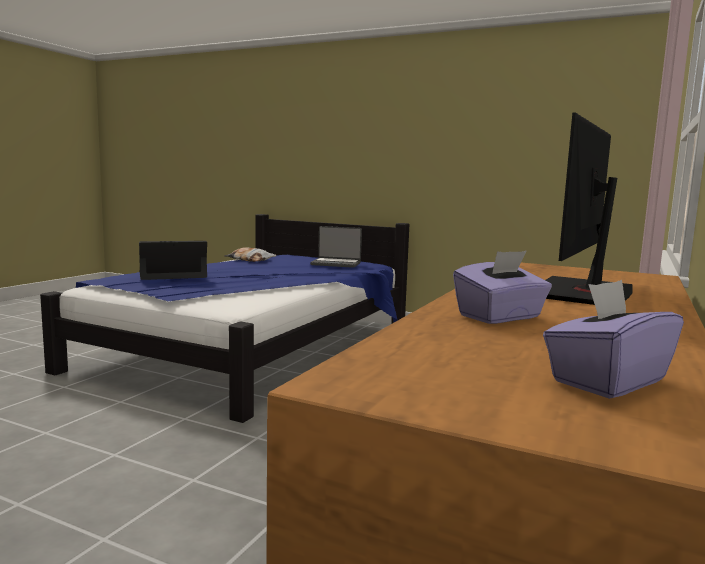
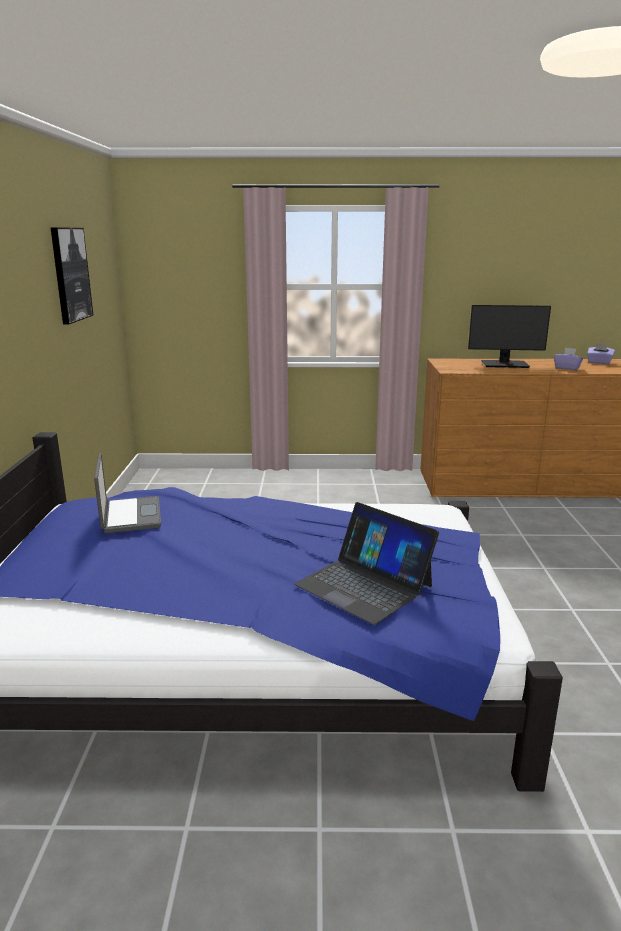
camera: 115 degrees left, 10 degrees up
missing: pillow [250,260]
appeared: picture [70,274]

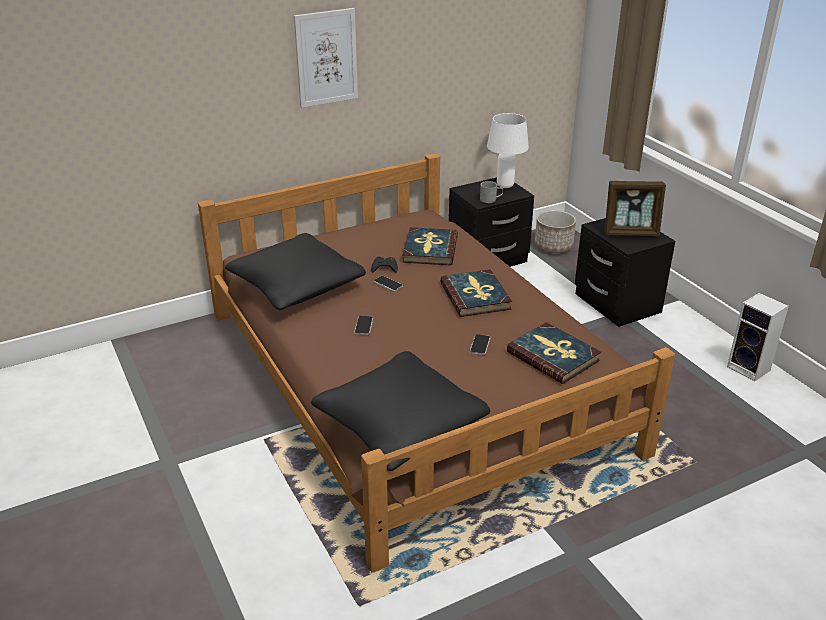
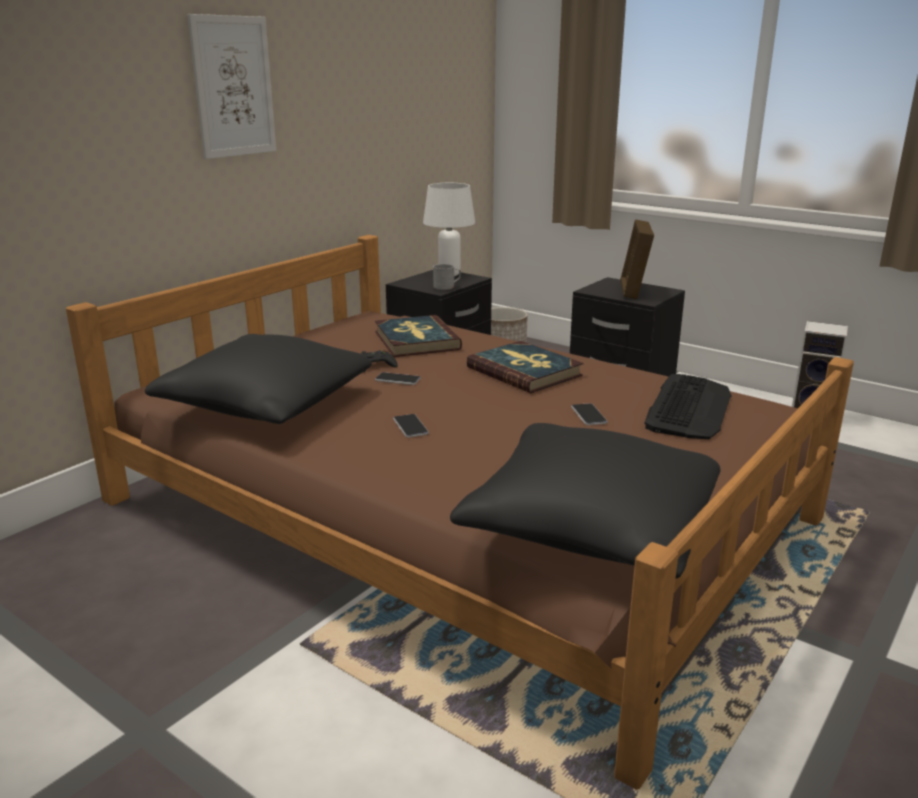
camera: 25 degrees left, 10 degrees down
exchanged: book [553,356] to keyboard [689,408]
spun: picture frame [631,233] = [633,290] 120 degrees clockwise

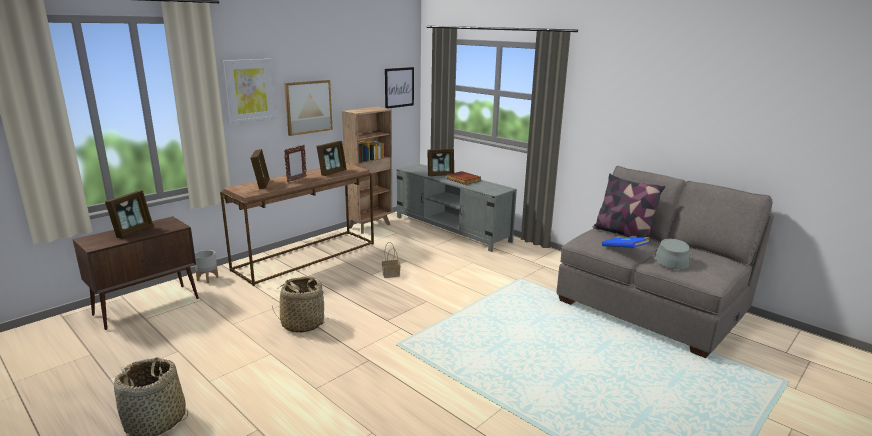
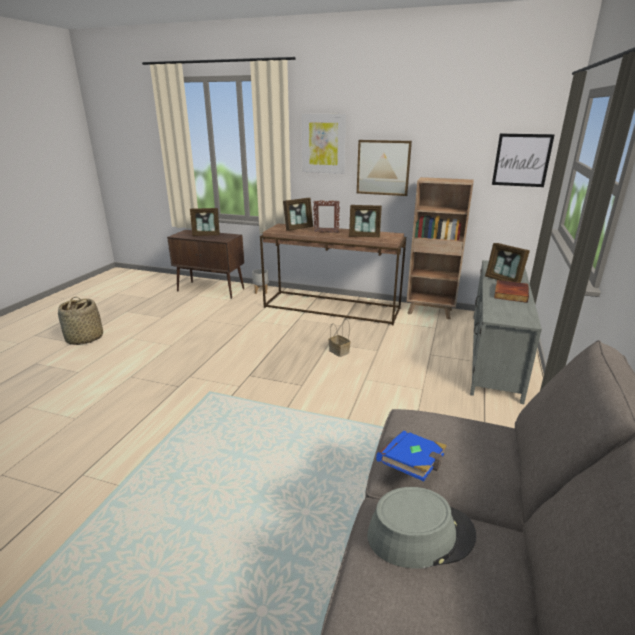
camera: 65 degrees right, 5 degrees up
missing: basket [302,323]; pillow [623,233]

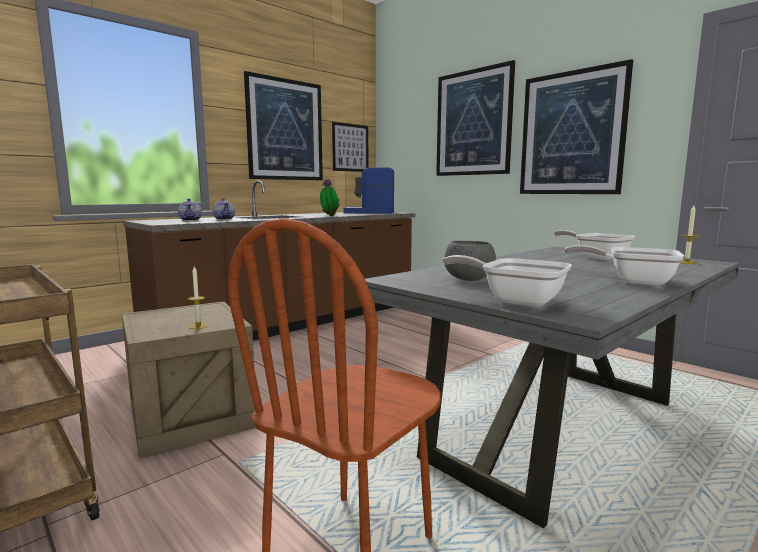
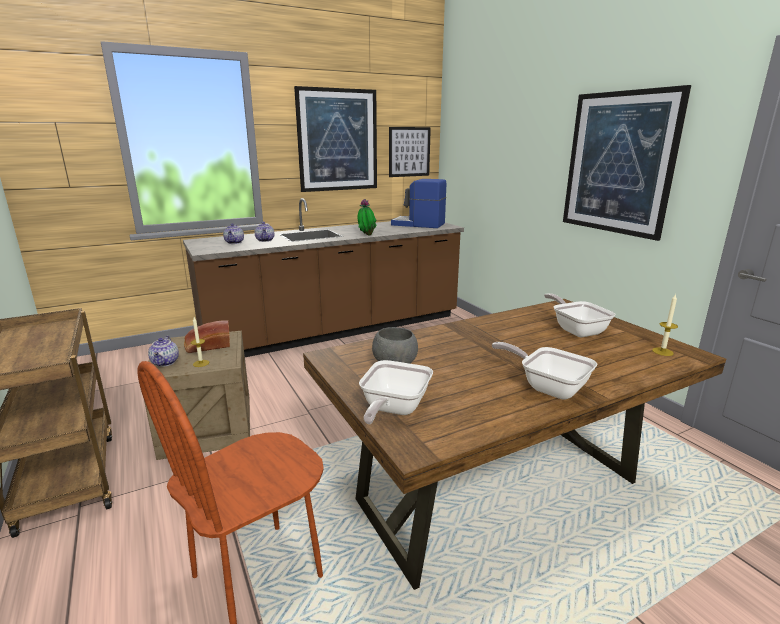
camera: 15 degrees right, 10 degrees up
missing: picture [473,123]
appeared: teapot [166,362]; bread [207,347]
colour: dining table (grey) [556,428] to dining table (brown) [499,490]
spun: frying pan [515,300] = [393,409] 120 degrees counterclockwise

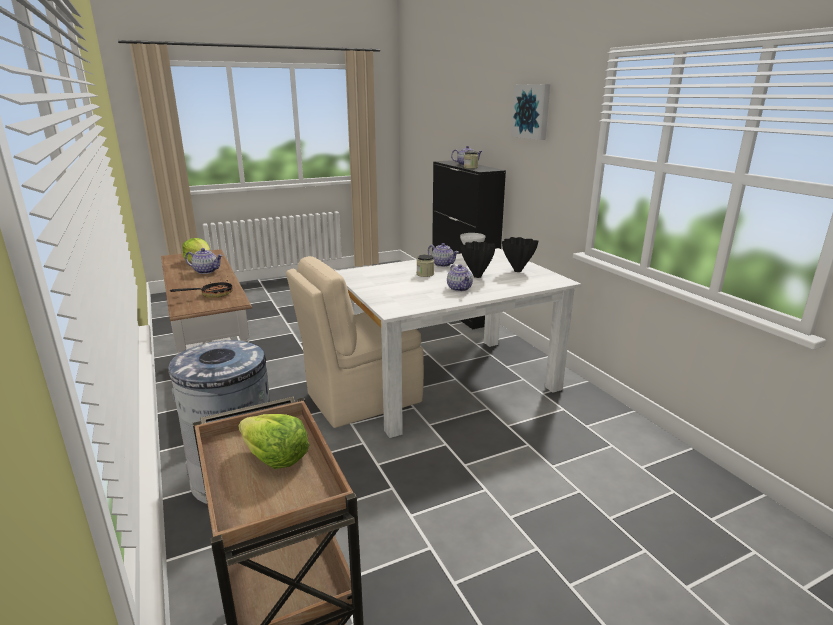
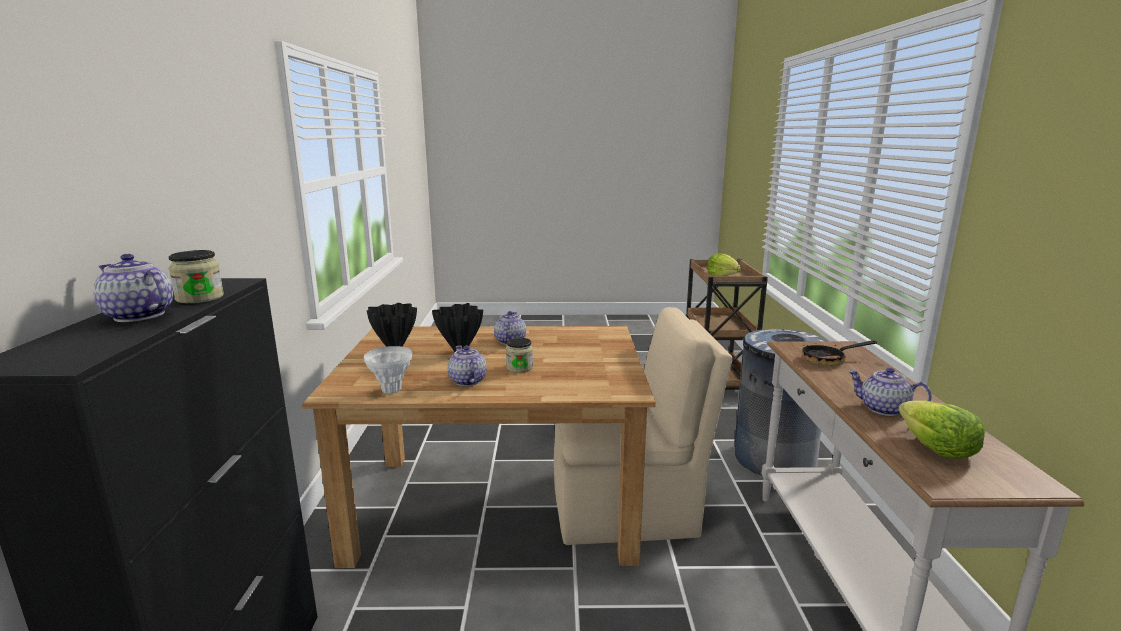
camera: 155 degrees left, 5 degrees down
missing: picture [532,111]
colour: dining table (white) [449,380] to dining table (brown) [495,505]

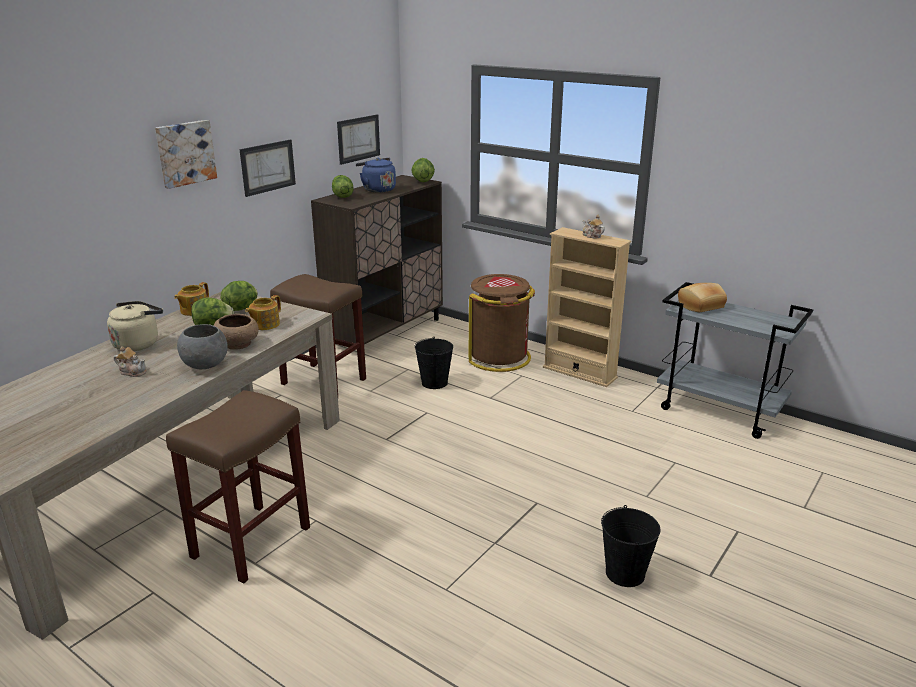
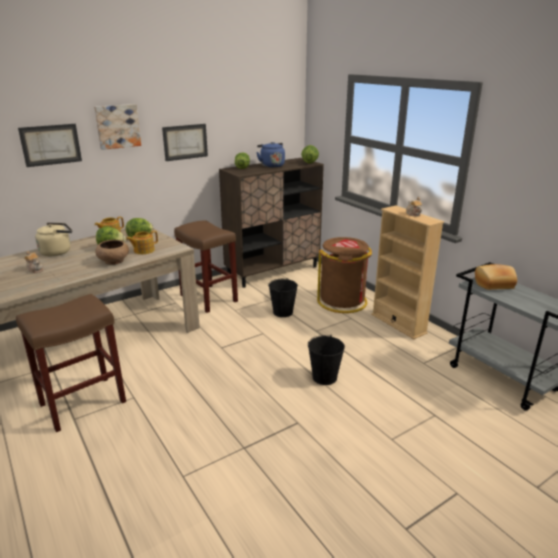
camera: 20 degrees right, 0 degrees up
missing: bowl (grey) [205,365]
relocated: picture [358,139] to [51,145]; bucket (black) [625,573] to [325,377]

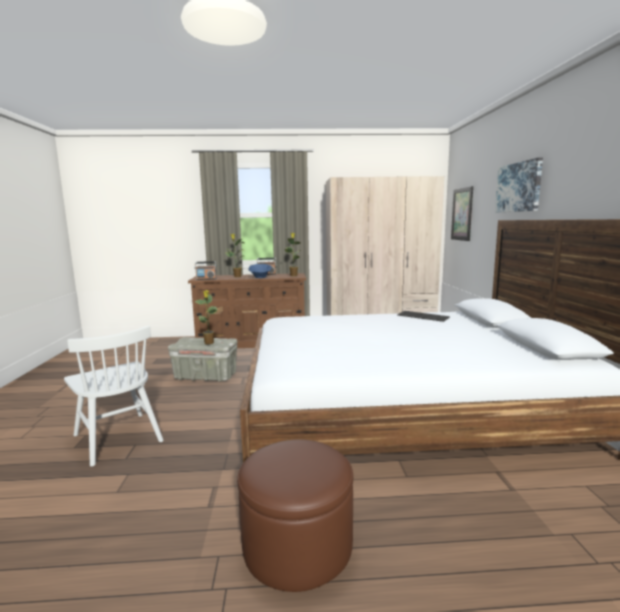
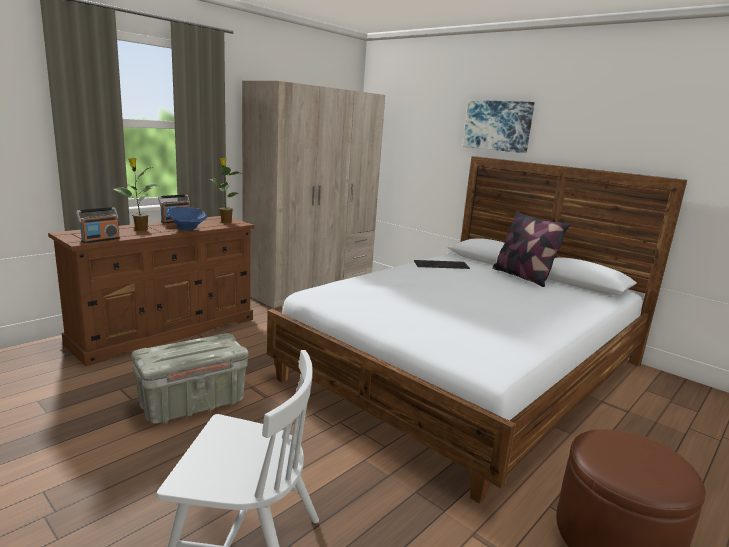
camera: 45 degrees left, 5 degrees up
missing: potted plant [209,343]; picture [462,214]
appeared: pillow [522,276]

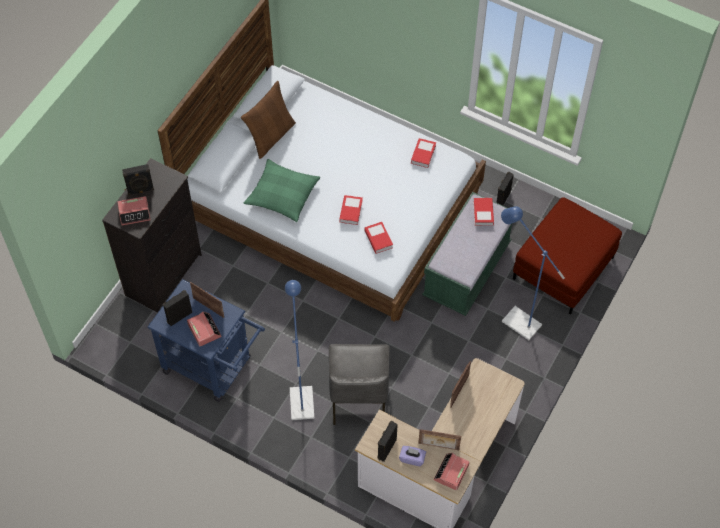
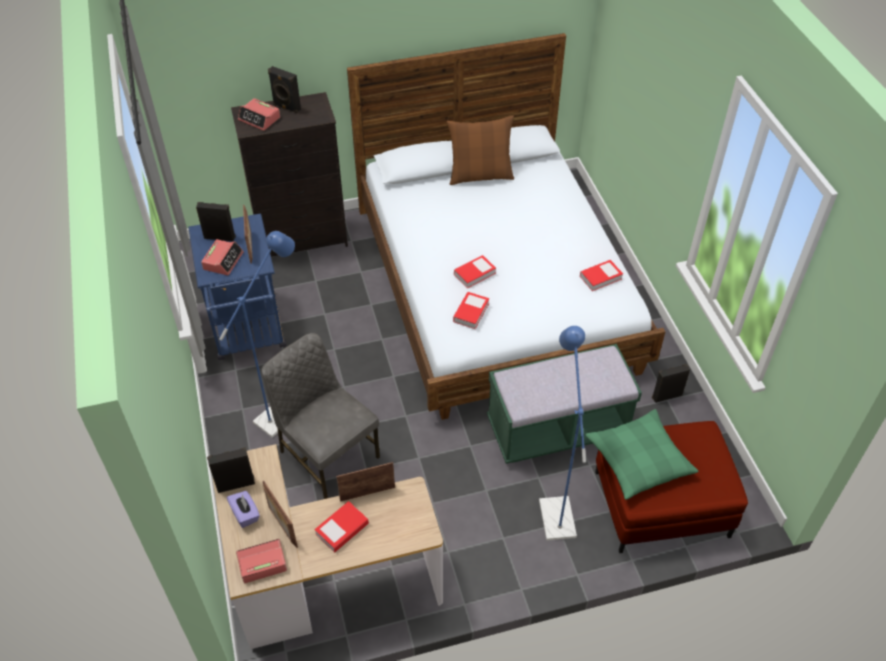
camera: 45 degrees right, 10 degrees down
relocated: pillow (green) [282,195] to [639,460]; book [483,213] to [342,529]
spun: chair (grey) [358,398] = [327,454] 90 degrees clockwise

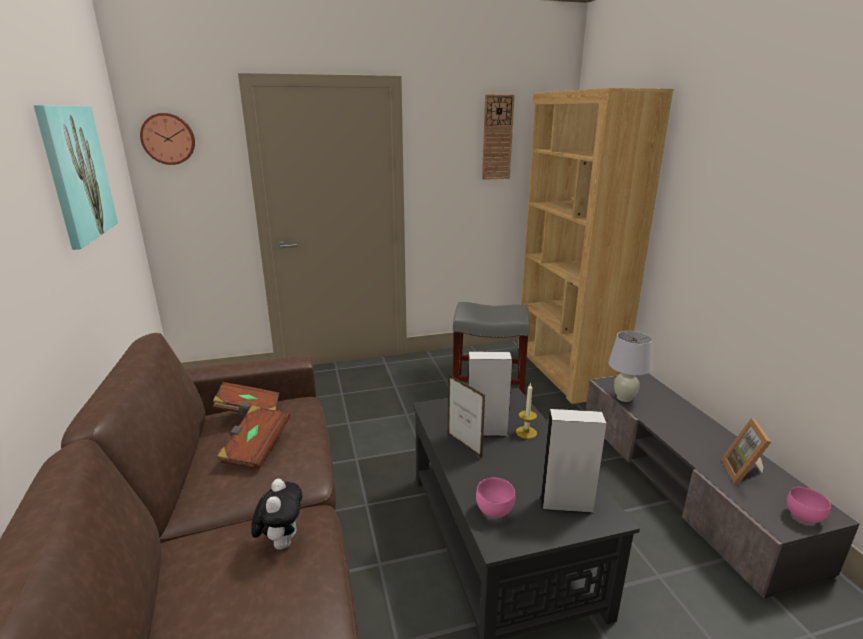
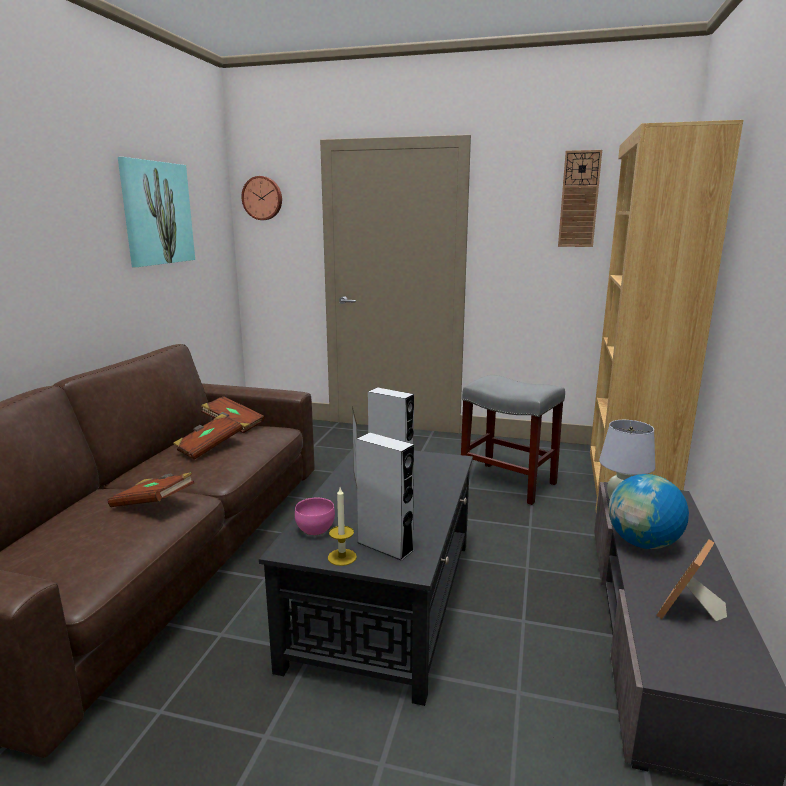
camera: 30 degrees right, 5 degrees down
missing: bowl (pink) [802,516]
appeared: globe [643,543]
relocated: candle [526,432] to [342,557]
exchanged: plush toy [281,541] to book (brown) [154,504]

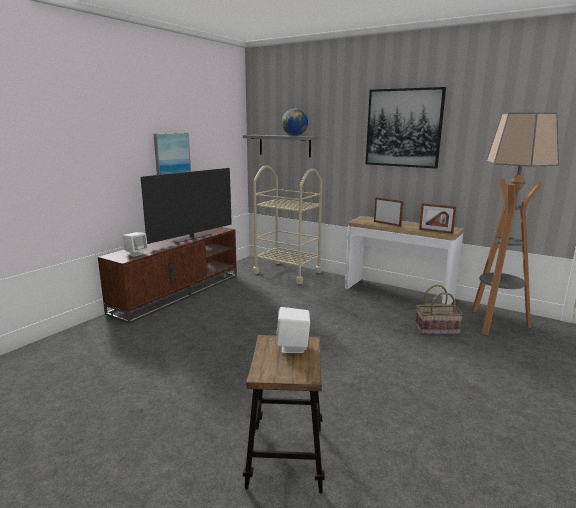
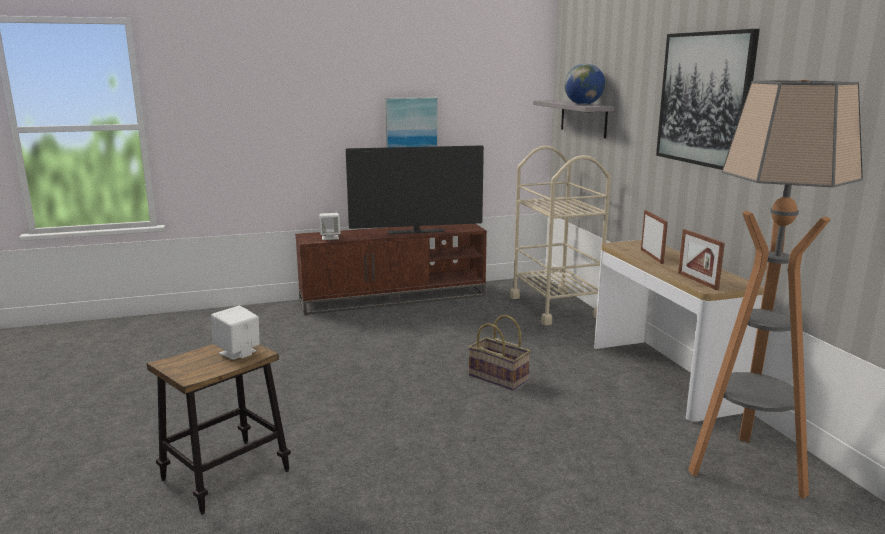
camera: 40 degrees right, 0 degrees up
relocated: basket [436,329] to [499,377]

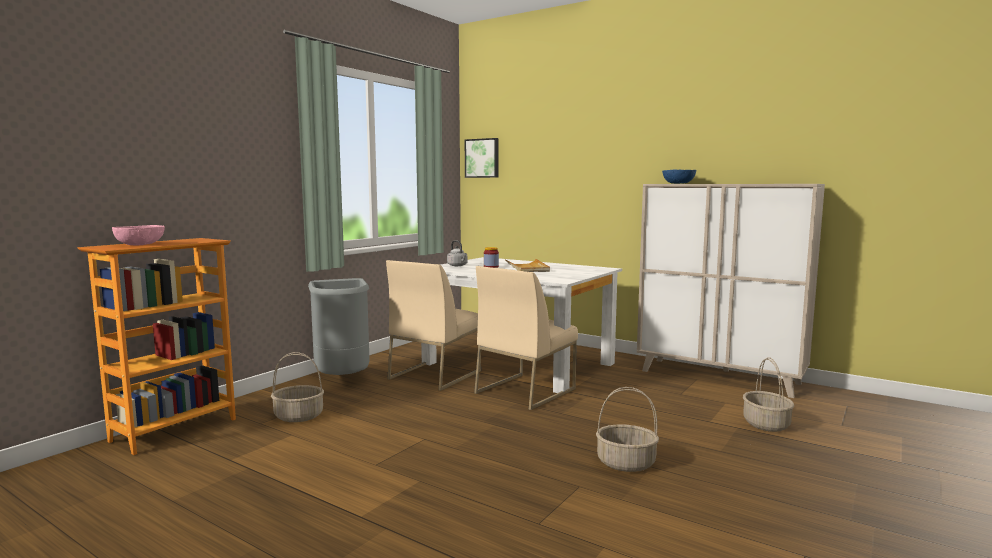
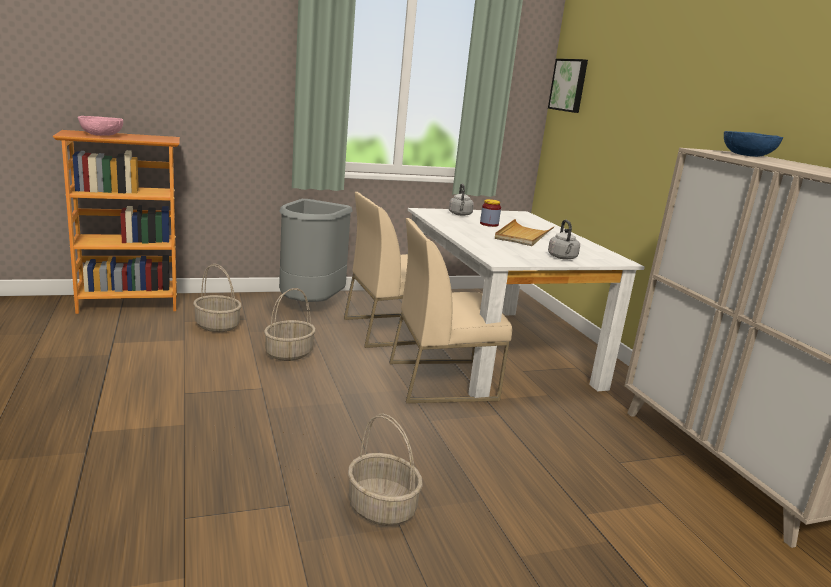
camera: 35 degrees right, 10 degrees up
appeared: kettle (grey) [562,258]
relocated: basket [766,424] to [289,354]

